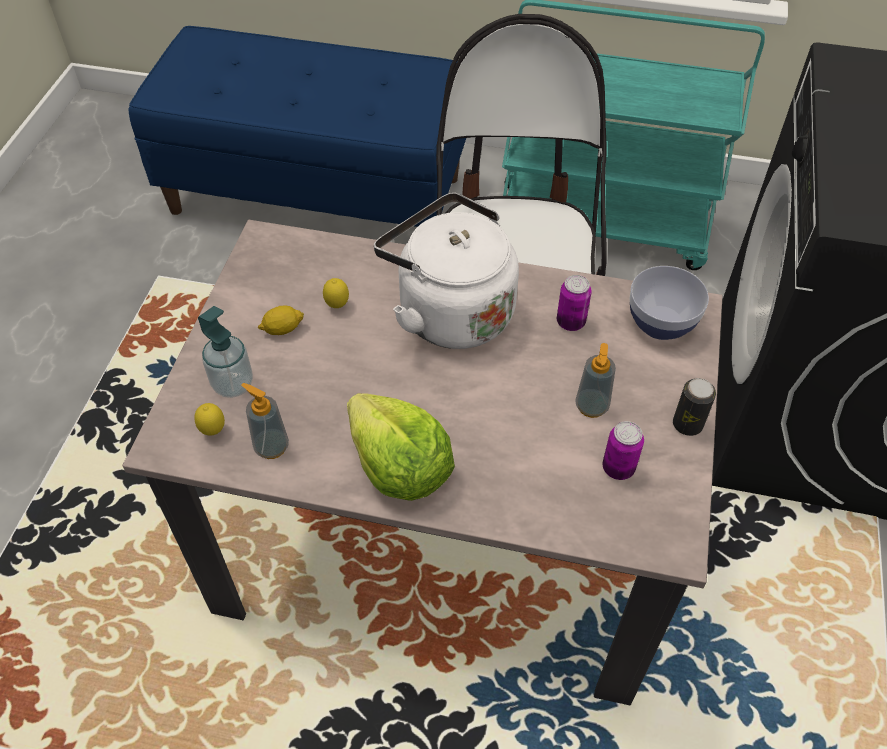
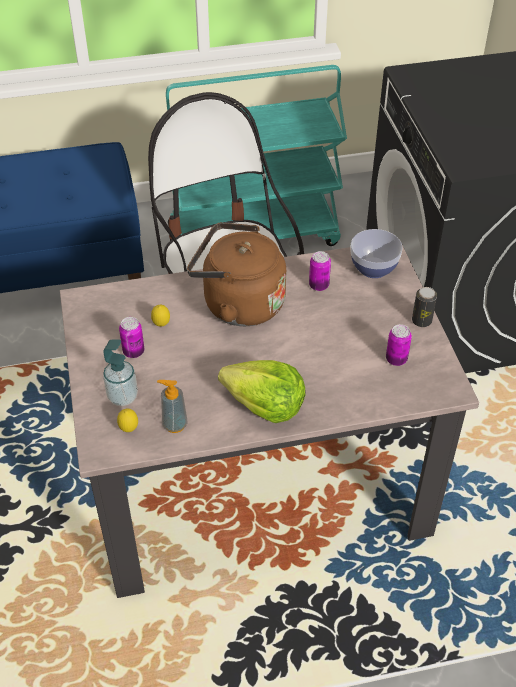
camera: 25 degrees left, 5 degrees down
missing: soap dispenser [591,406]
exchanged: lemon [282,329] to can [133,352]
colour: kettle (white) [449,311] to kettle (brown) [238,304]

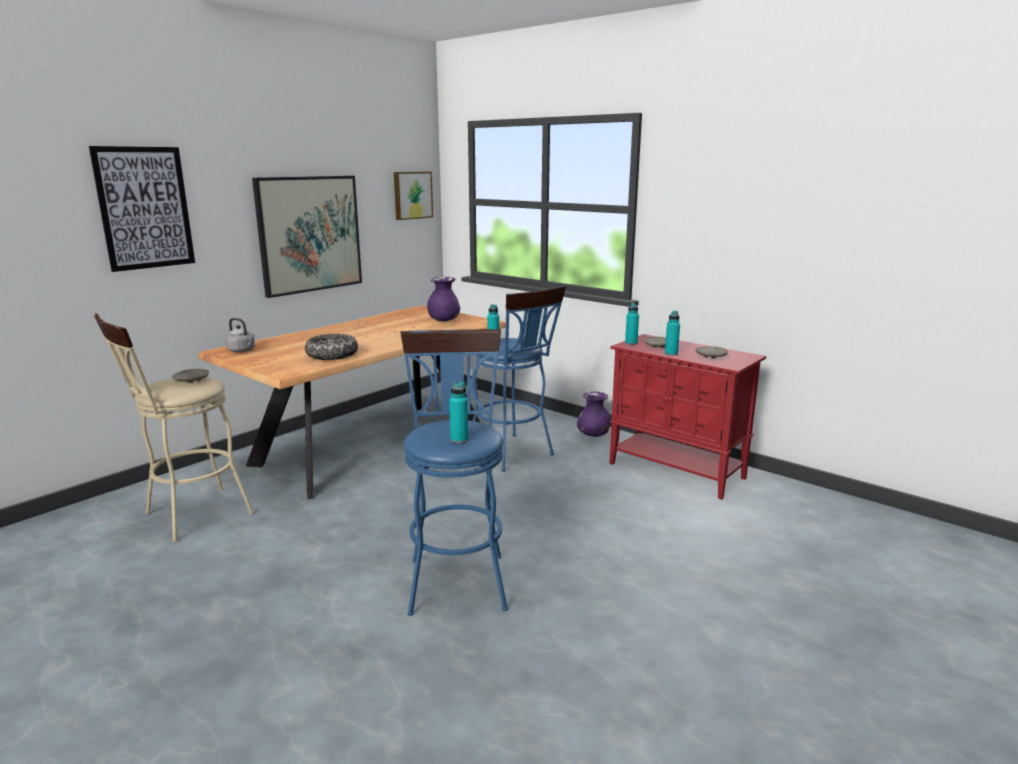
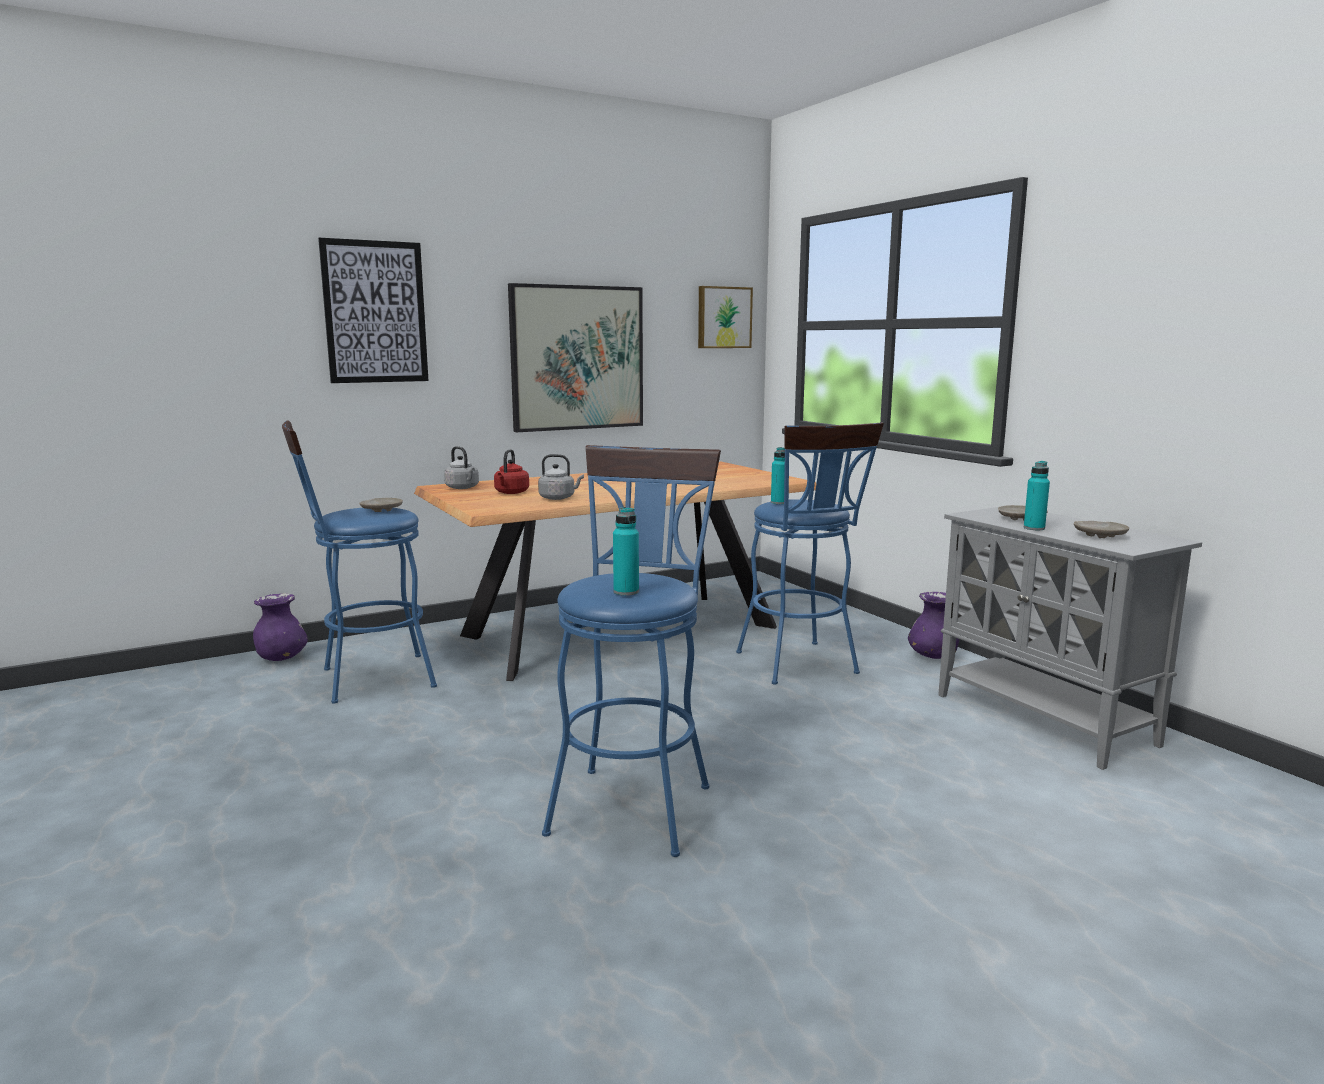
camera: 20 degrees right, 5 degrees down
missing: bottle (turquoise) [631,343]
appeared: kettle (red) [511,493]
relocated: vase (purple) [444,320] to [281,658]
exchanged: bowl [332,355] to kettle (grey) [559,498]
colour: stool (beige) [190,516] to stool (blue) [367,679]; cabinet (red) [677,471] to cabinet (grey) [1045,720]

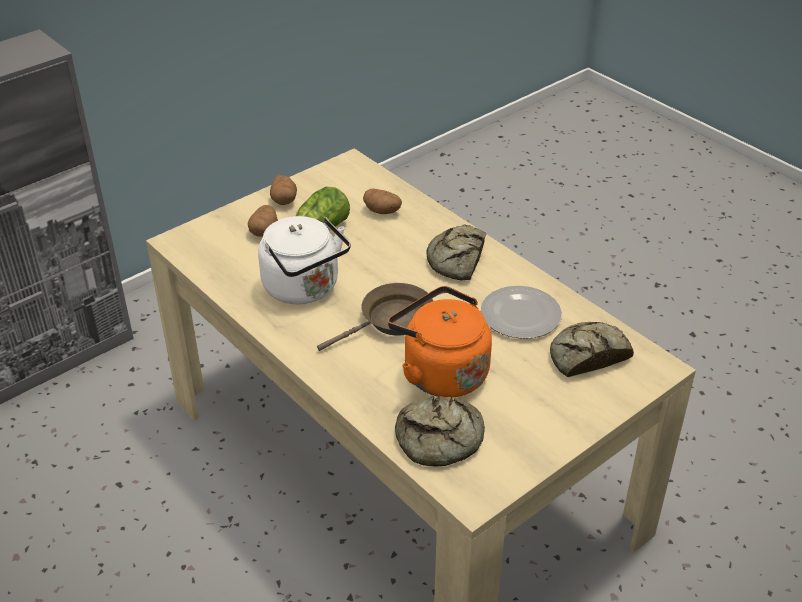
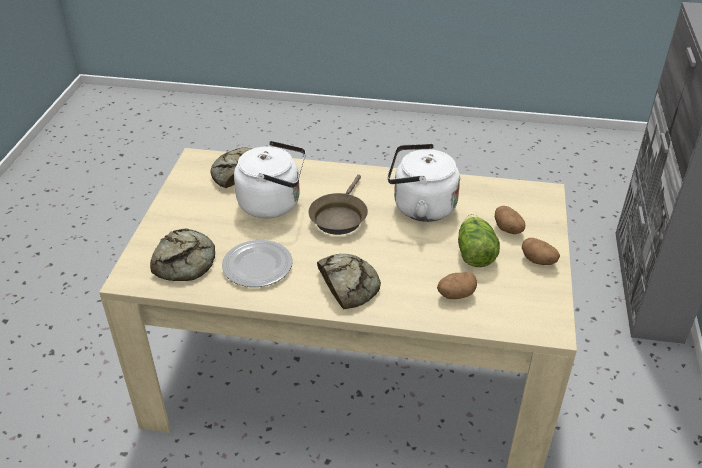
camera: 140 degrees right, 0 degrees up
colour: kettle (orange) [441,372] to kettle (white) [274,204]

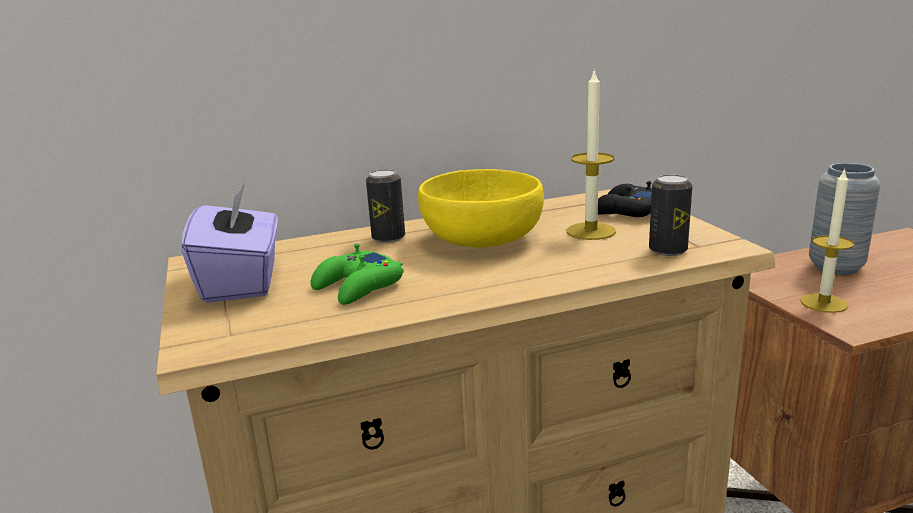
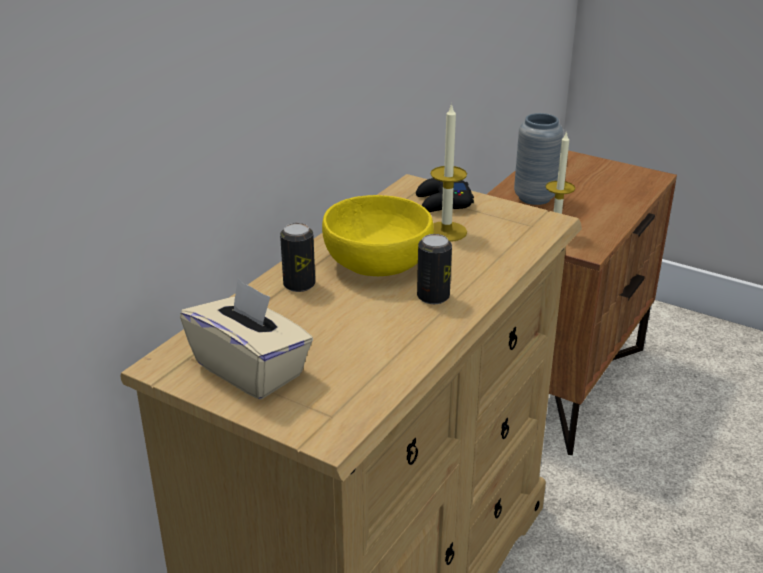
camera: 40 degrees left, 10 degrees up
missing: game controller (green) [358,287]
relocated: can [667,250] to [433,297]
colour: tissue box (purple) [242,281] to tissue box (beige) [250,369]

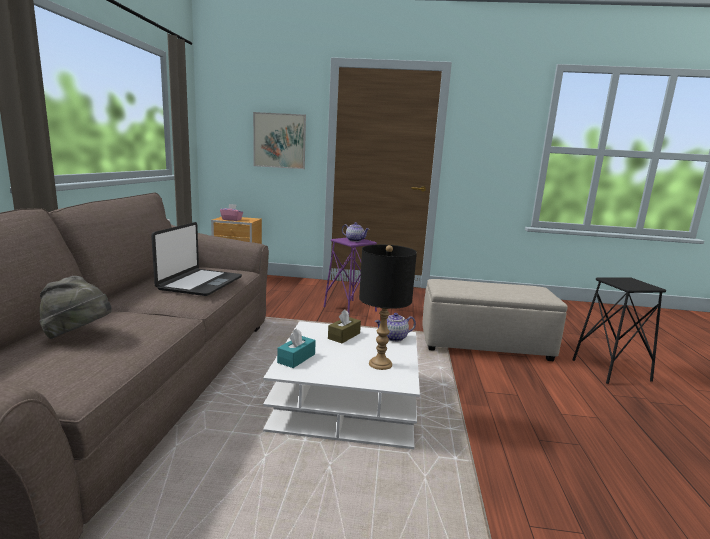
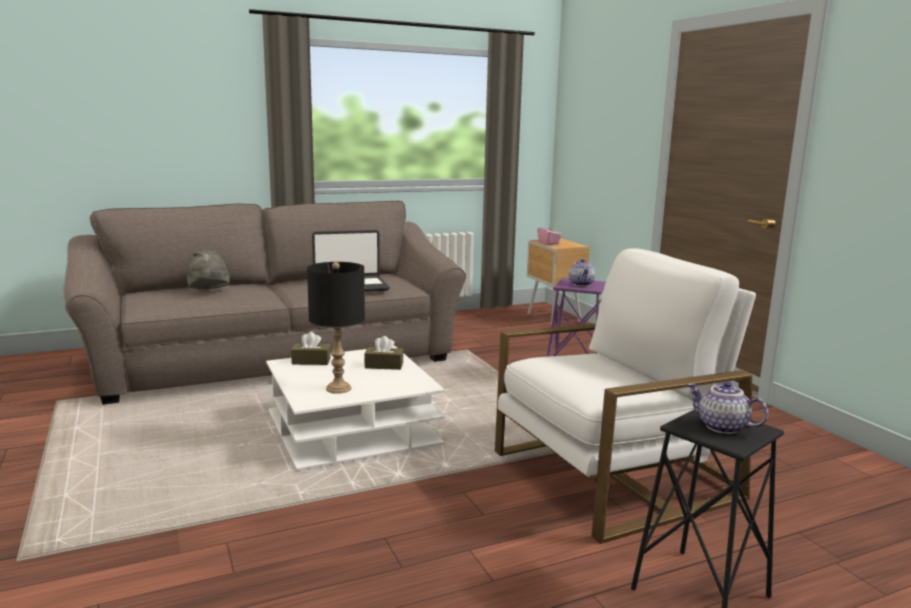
camera: 60 degrees right, 0 degrees up
missing: picture [279,141]
relocated: teapot [394,338] to [721,427]
exchanged: ottoman (beige) [486,345] to armchair (white) [613,476]
colour: tissue box (turquoise) [296,358] to tissue box (brown) [311,361]

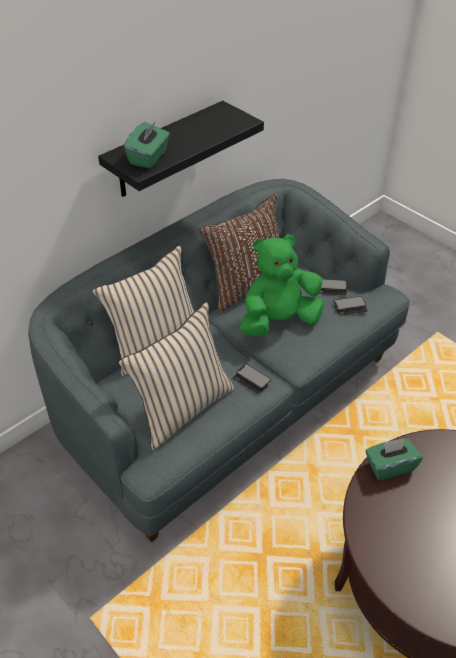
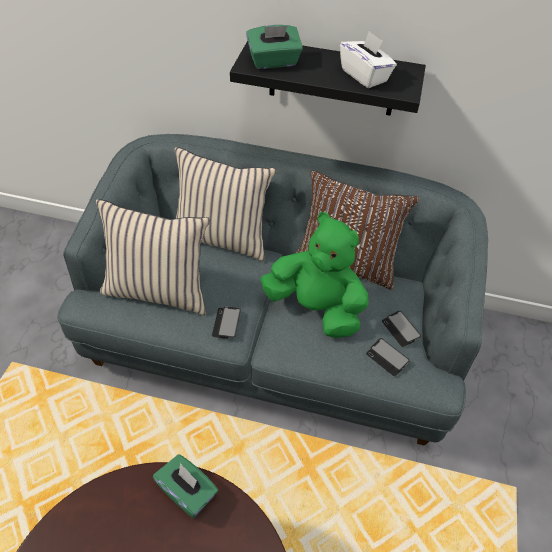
camera: 55 degrees right, 5 degrees up
appeared: tissue box (white) [364,75]

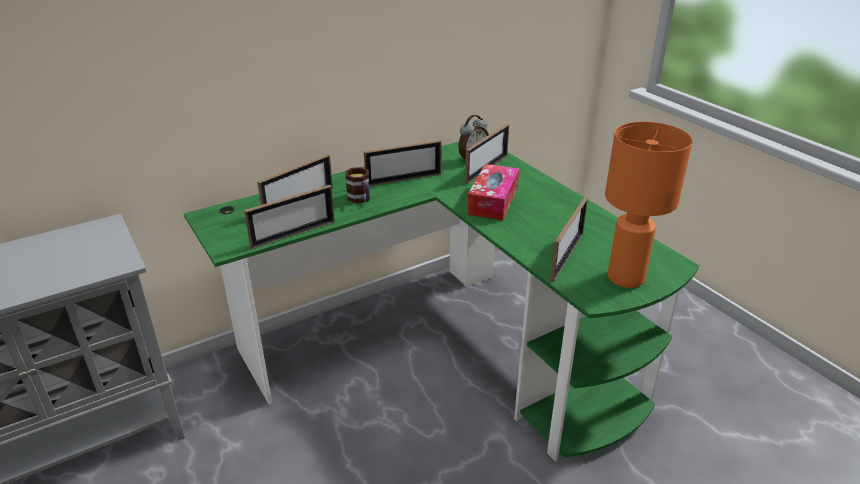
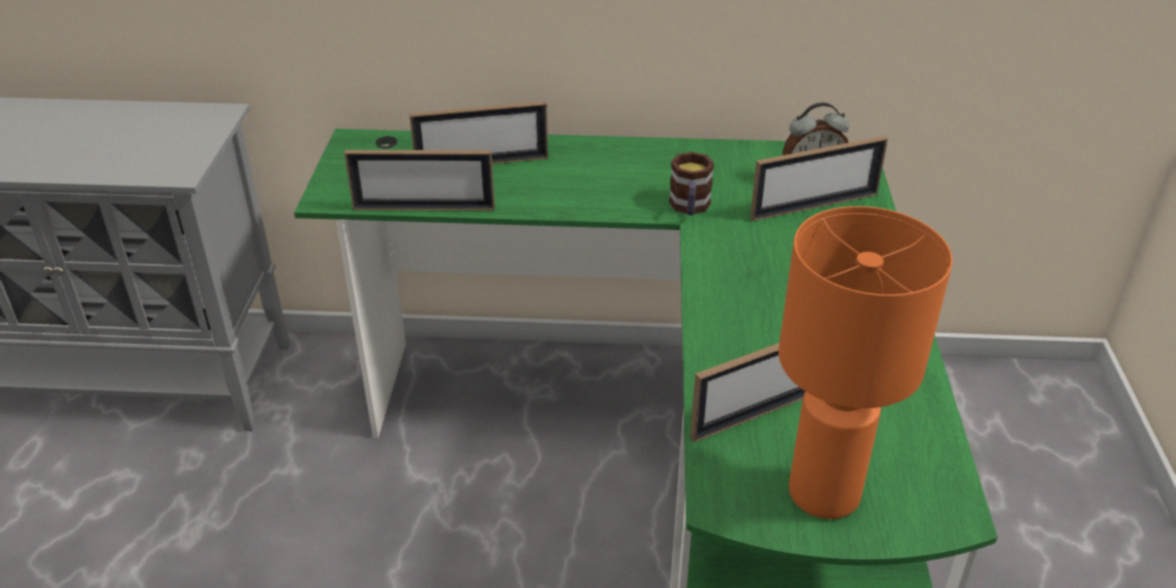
camera: 35 degrees right, 5 degrees up
missing: picture frame [403,179]; tissue box [493,201]
relocated: mug [361,199] to [689,208]

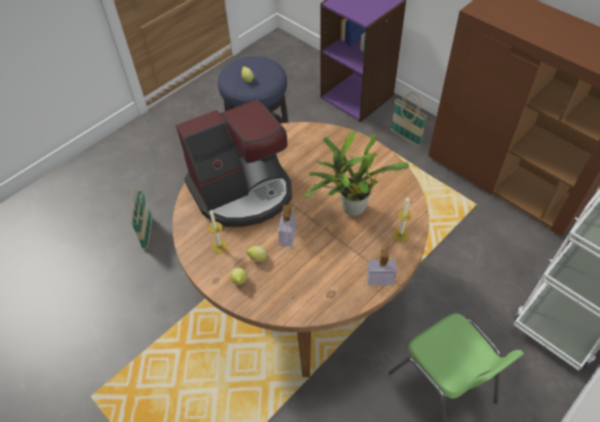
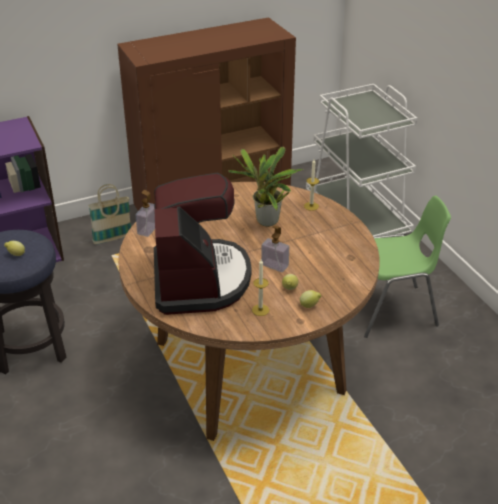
camera: 70 degrees left, 15 degrees down
missing: basket [147,233]
relocated: soap dispenser [380,279] to [148,229]

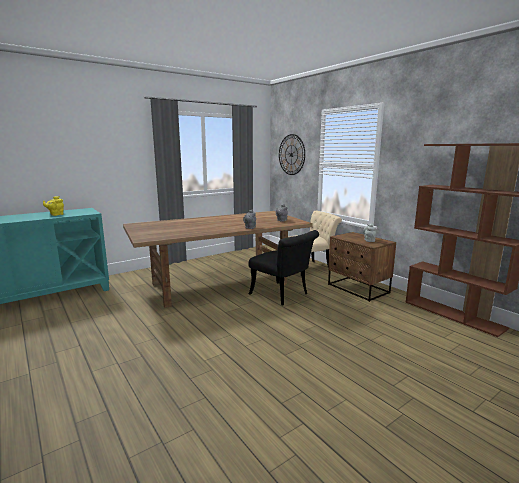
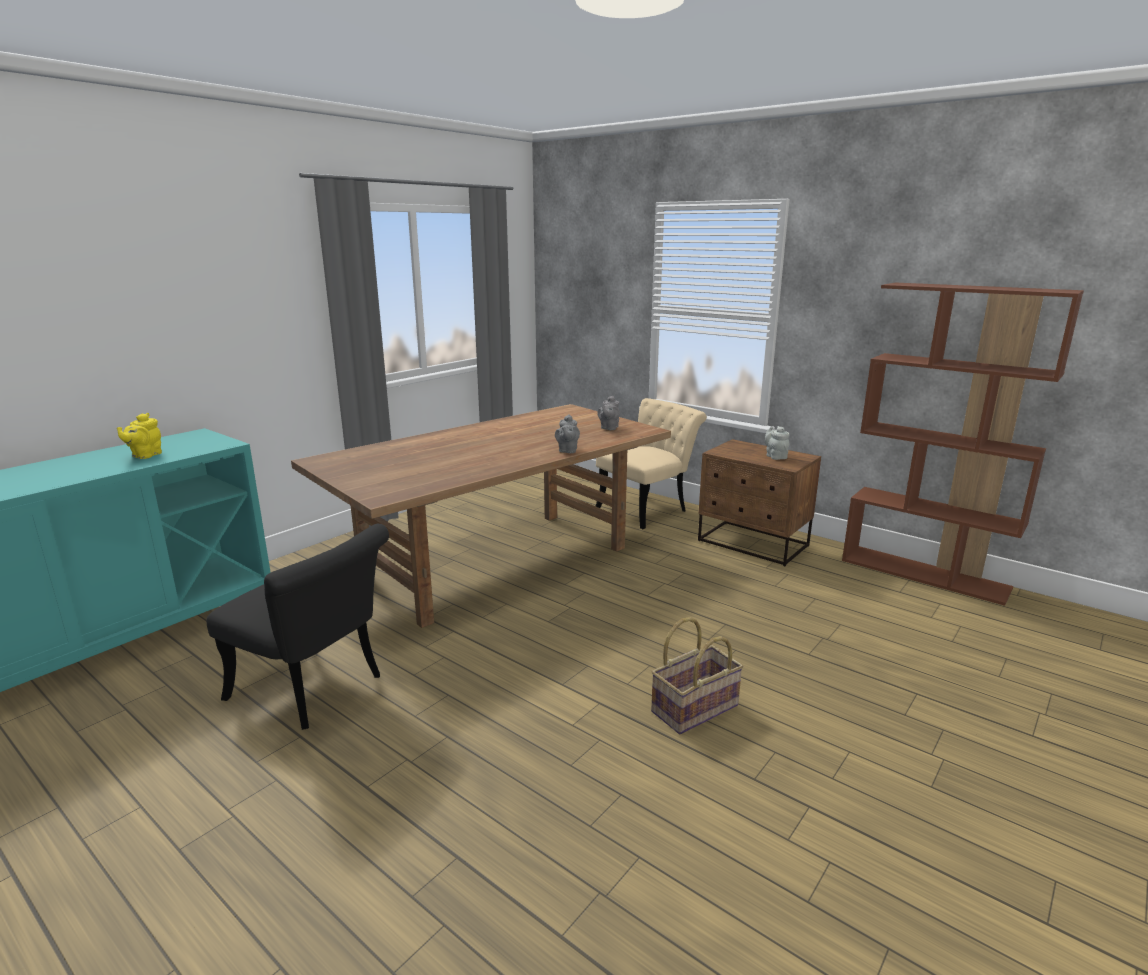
camera: 15 degrees left, 5 degrees up
missing: wall clock [291,154]
appeared: basket [694,707]
relocated: chair (black) [283,295] to [315,690]

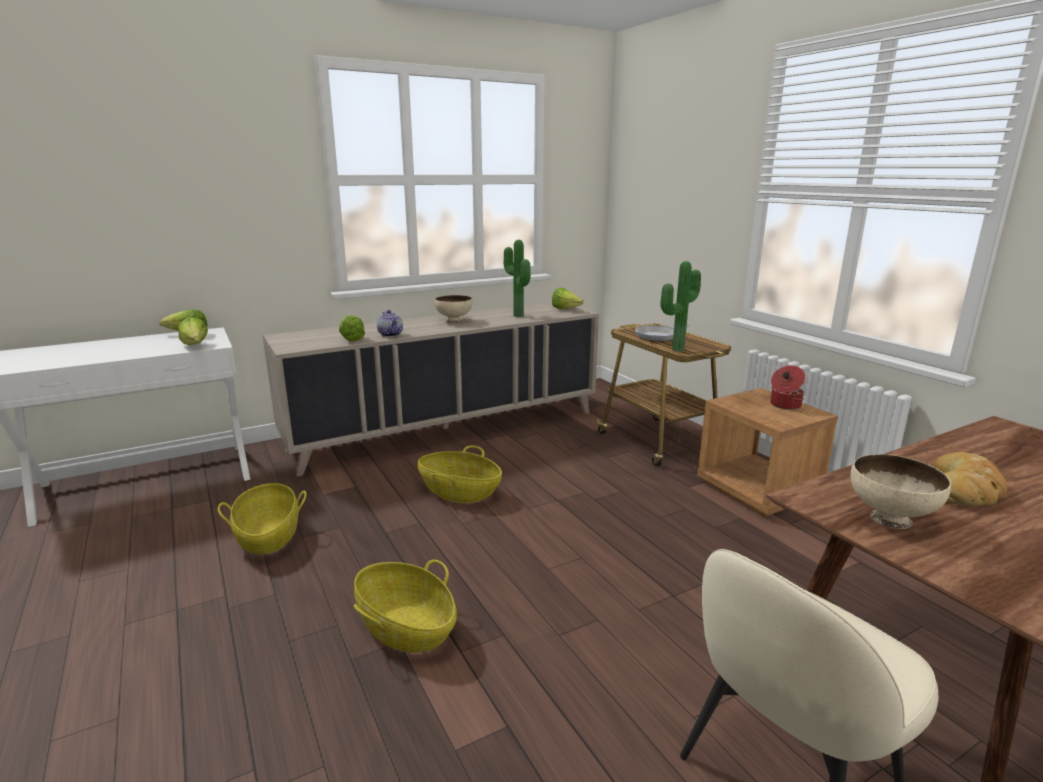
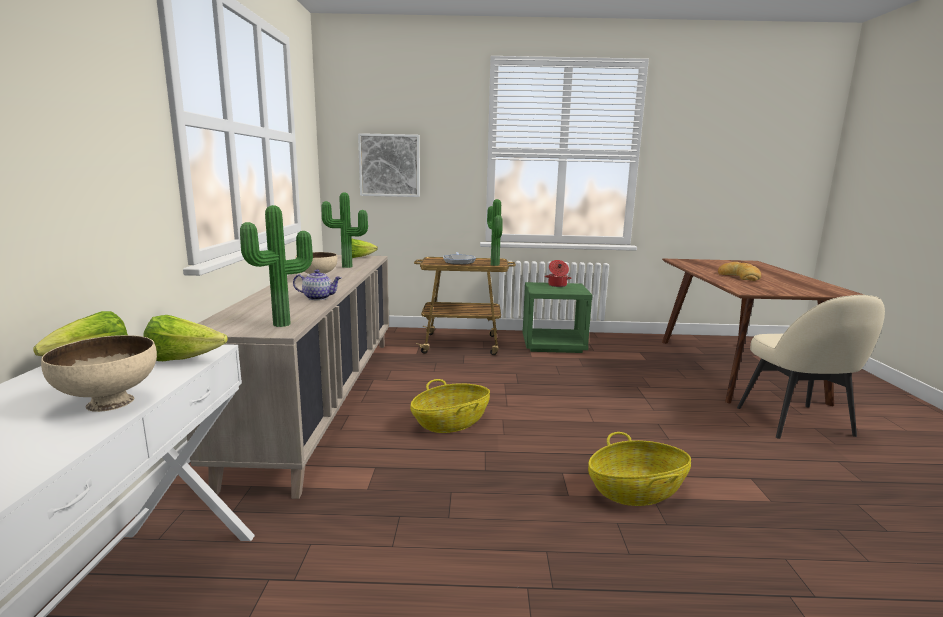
camera: 60 degrees left, 5 degrees down
missing: basket [268,536]; lettuce [351,338]
appeared: potted plant [284,325]; picture [389,165]
relocated: bowl (beige) [890,518] to [109,402]
colour: nightstand (brown) [758,490] to nightstand (green) [553,345]

